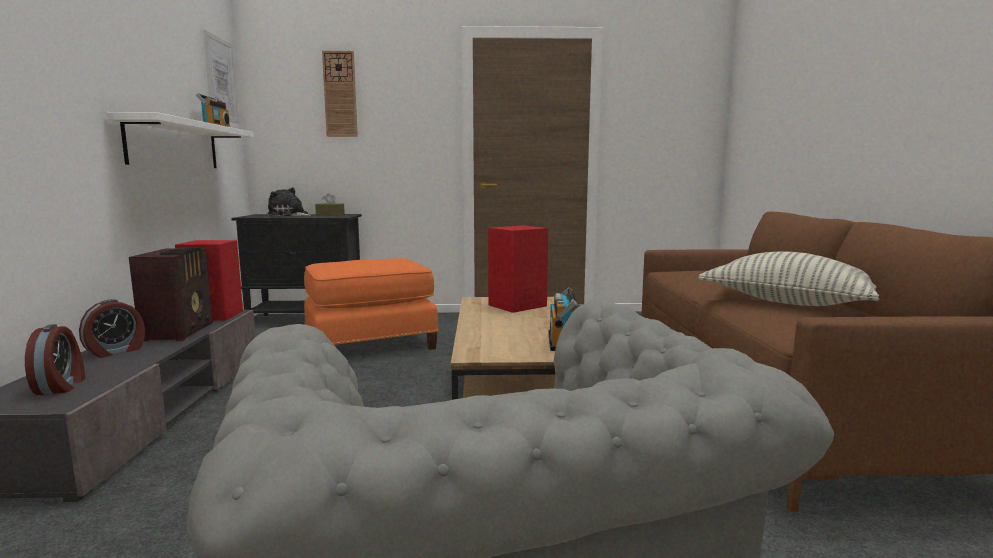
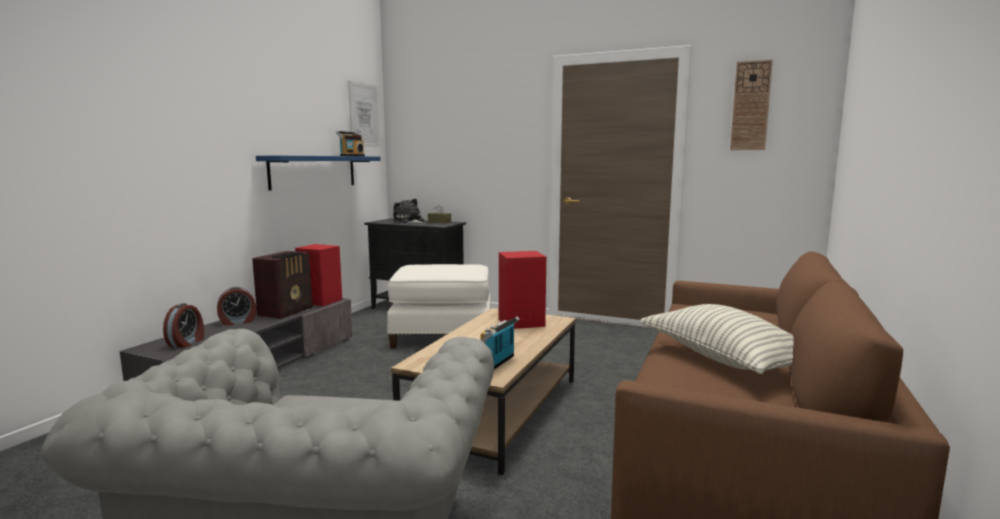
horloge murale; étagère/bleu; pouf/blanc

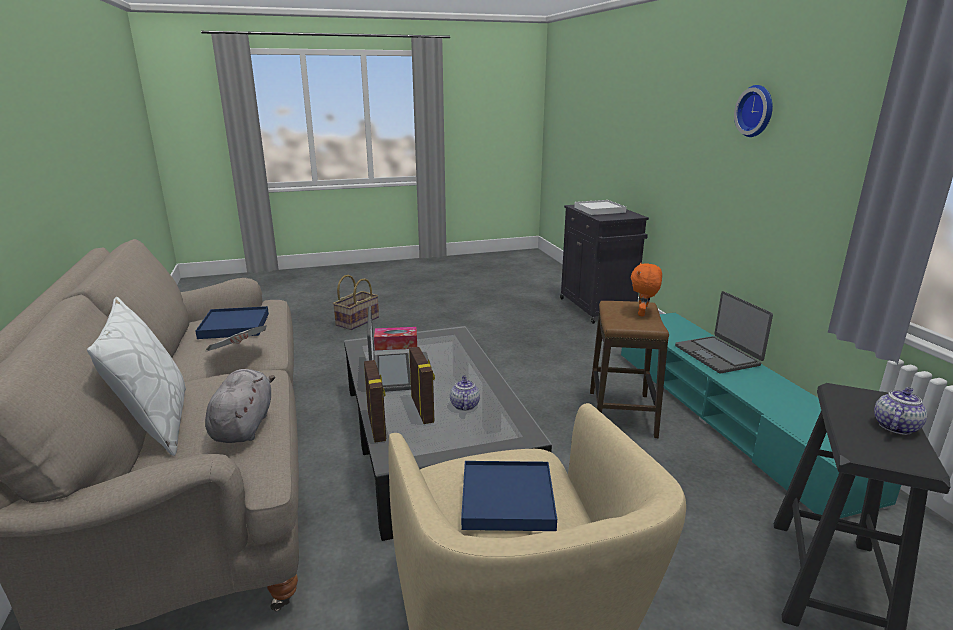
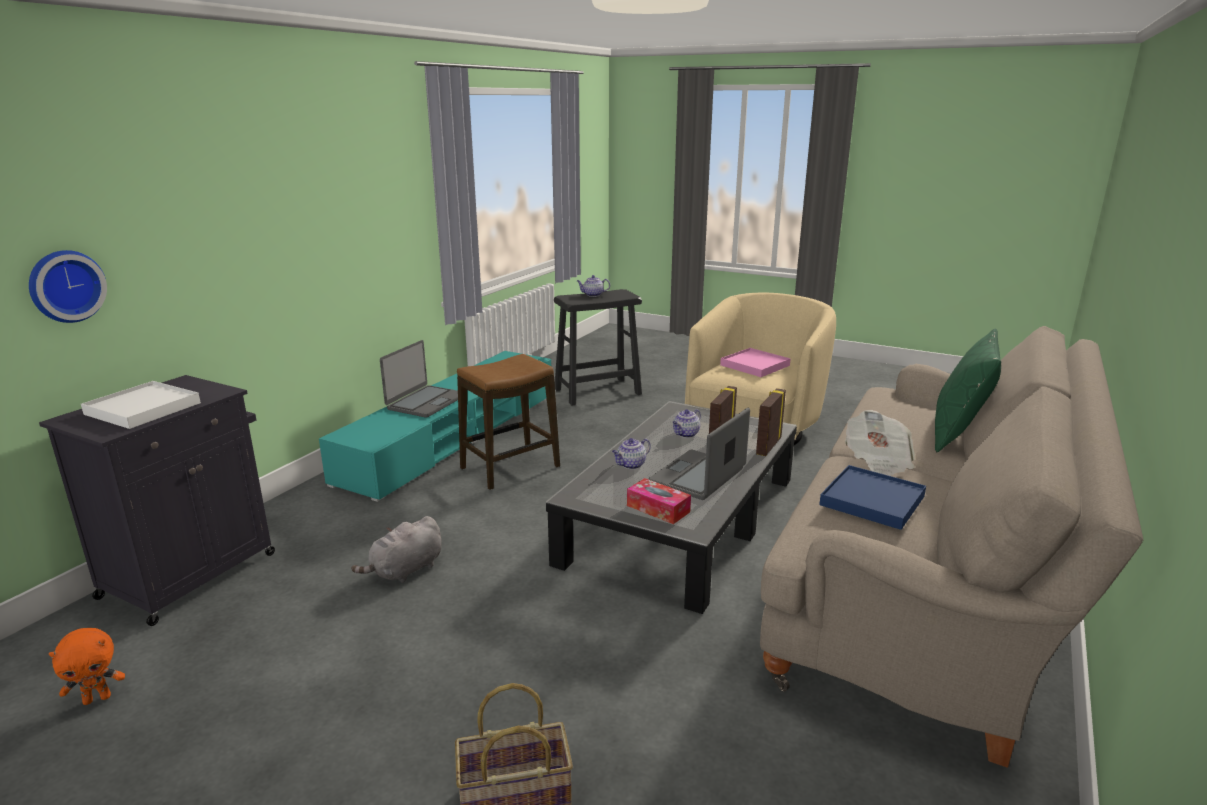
horloge murale; peluche/orange; coussin/vert; peluche/gris; plateau/rose; théière (2nd from left)

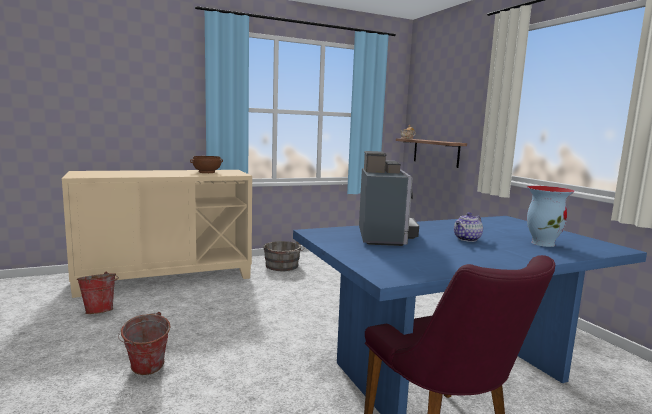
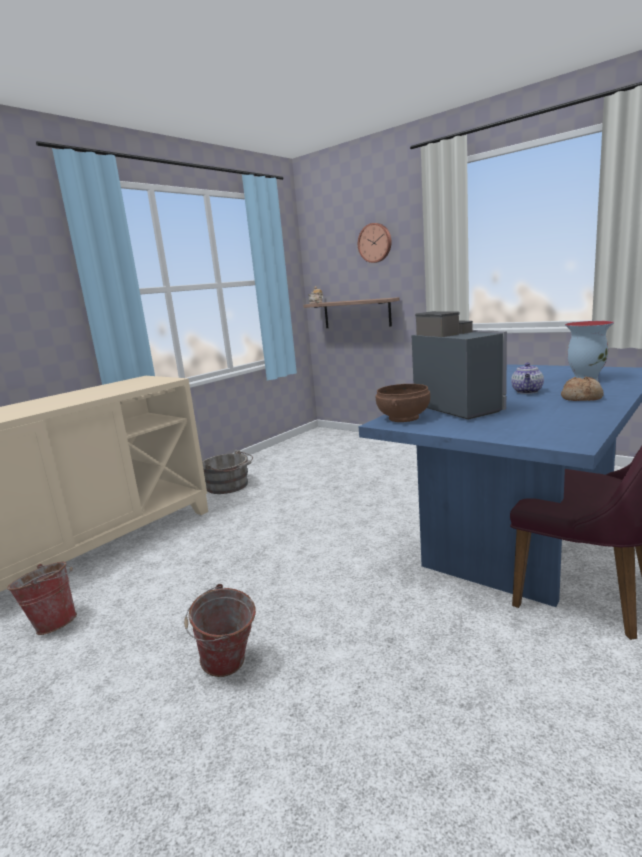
bol/marron; horloge murale; pain

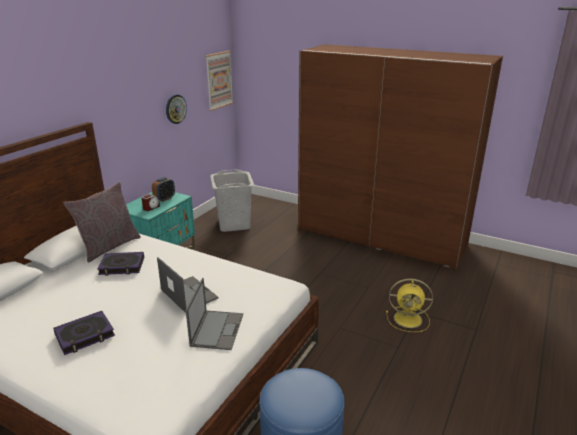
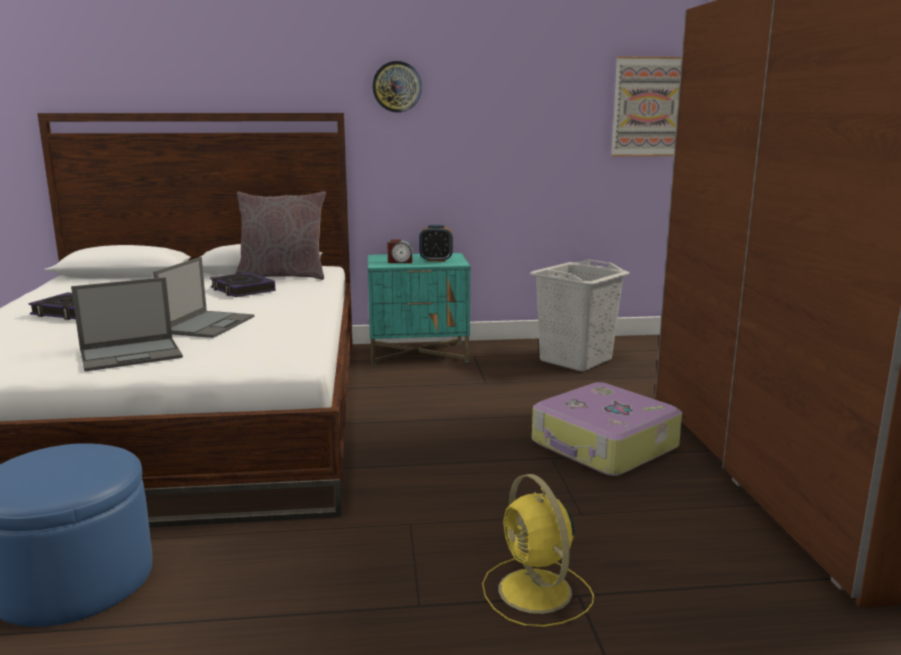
horloge murale; valise

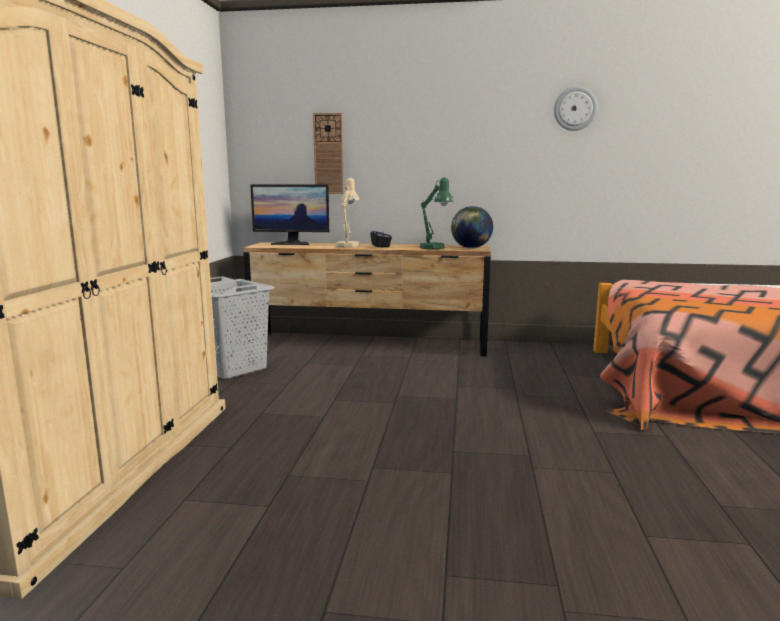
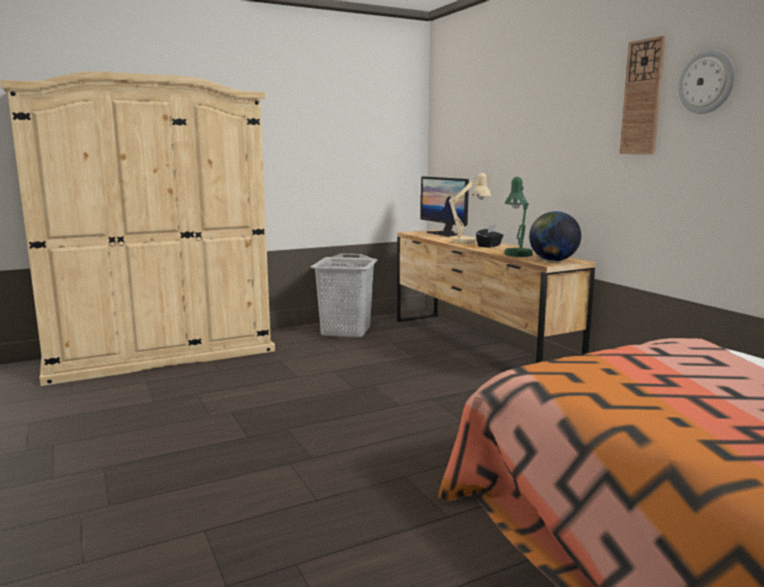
horloge murale (1st from left)

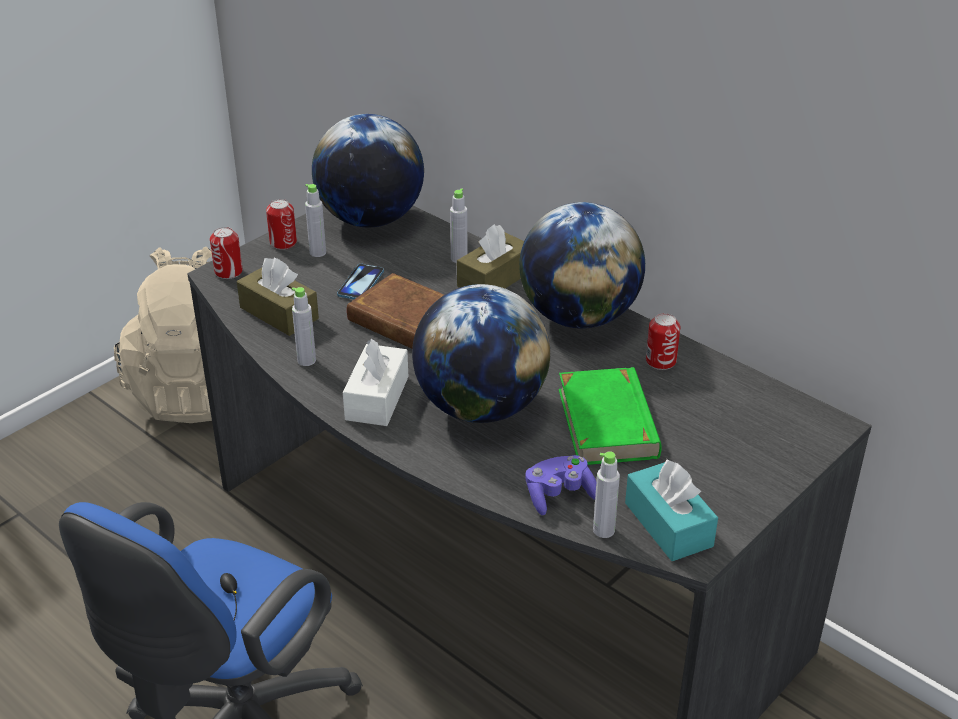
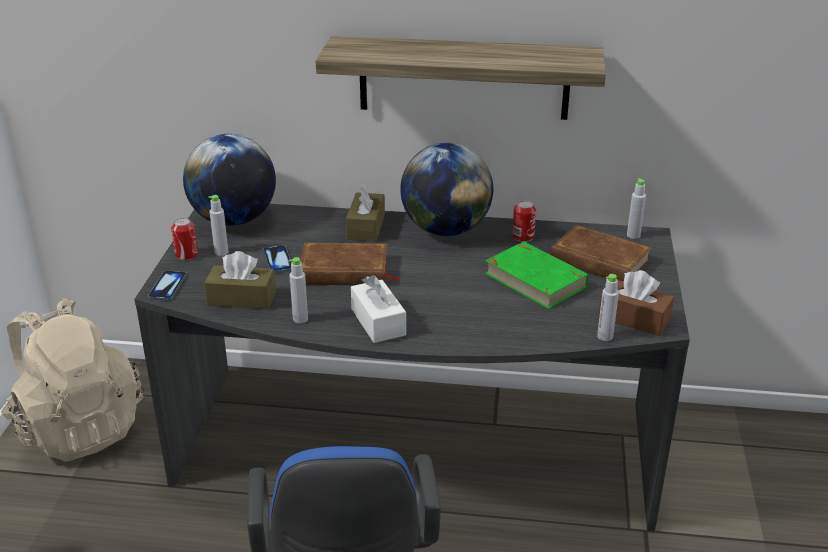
bouteille/gris (4th from left); téléphone (1st from left); globe (2nd from left in the first image); manette/violet; boîte à mouchoirs/marron (3rd from left); étagère; livre/marron (2nd from left)

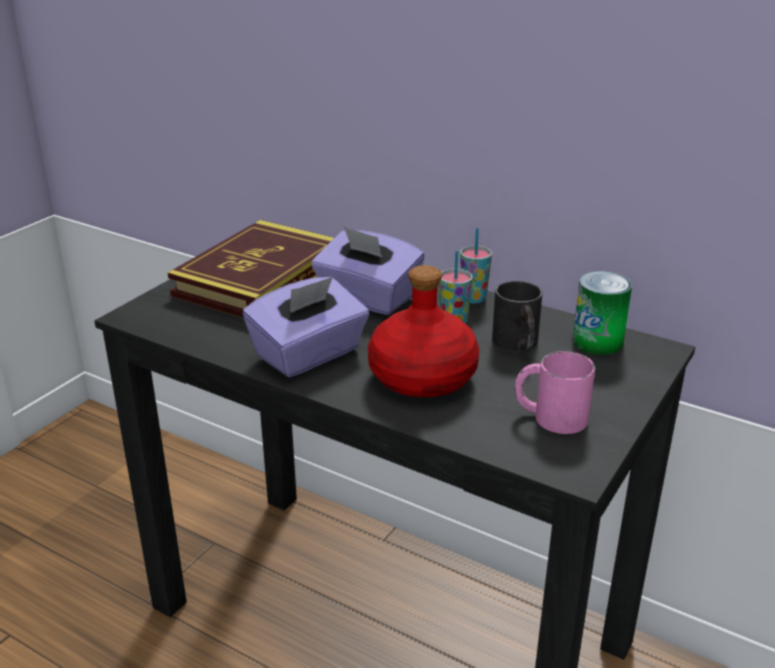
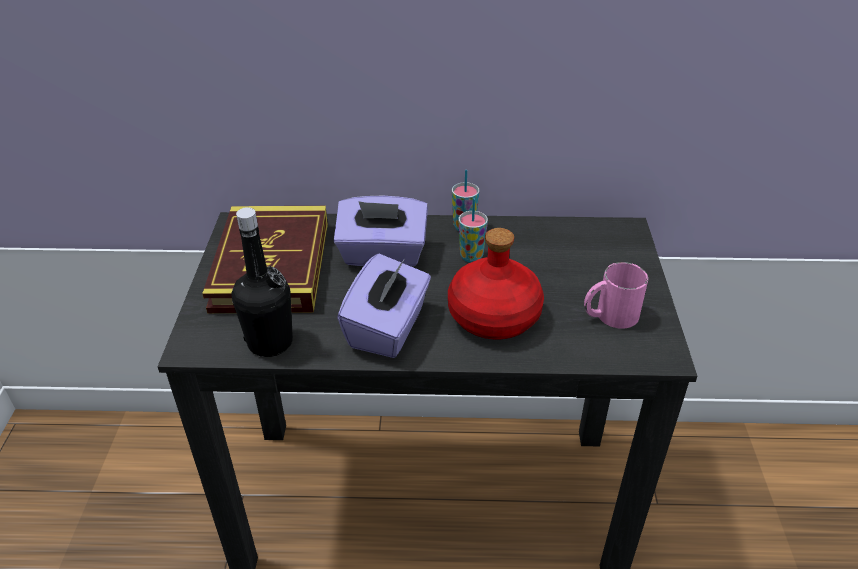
boîte métallique; mug/noir; bouteille/noir

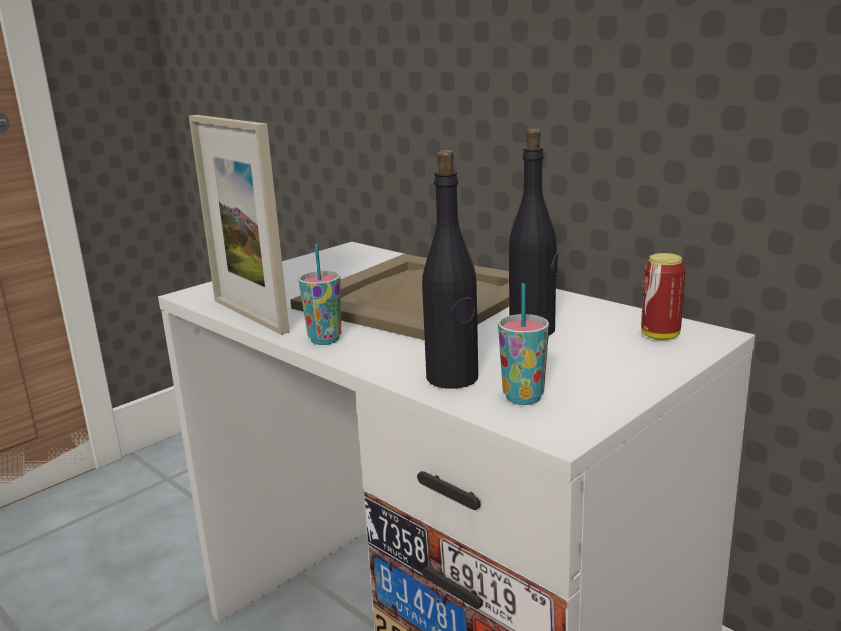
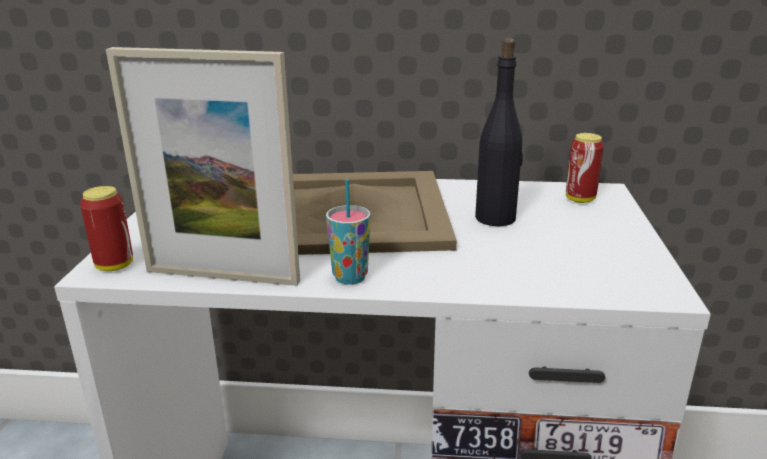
bouteille/noir (1st from left in the first image); tasse (2nd from left in the first image); boîte métallique (1st from left)

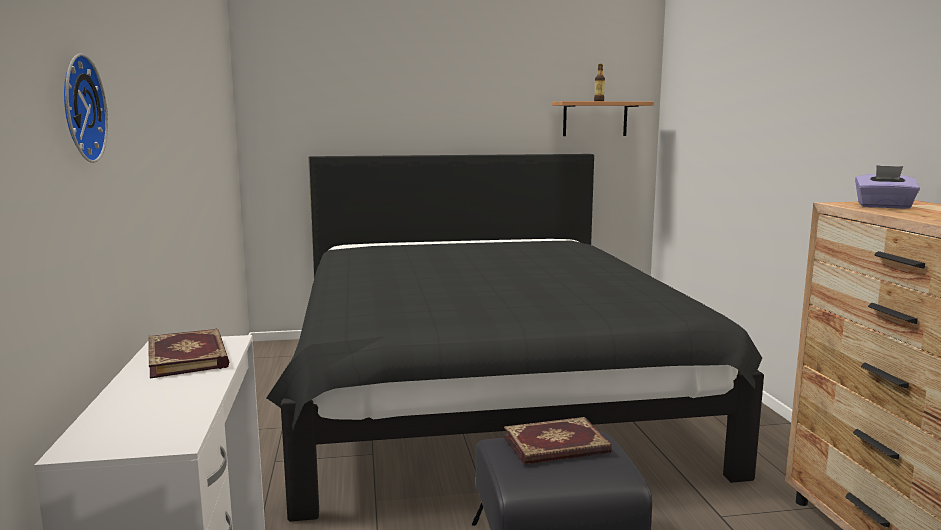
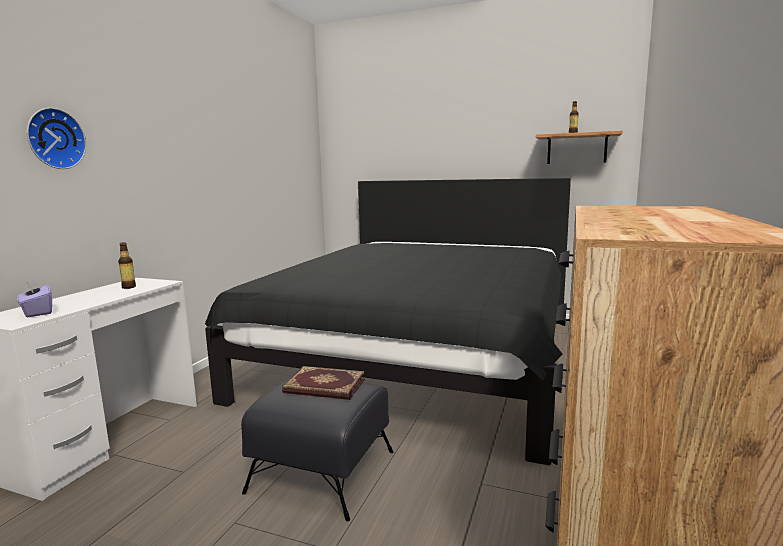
boîte à mouchoirs/violet; bouteille (1st from left)

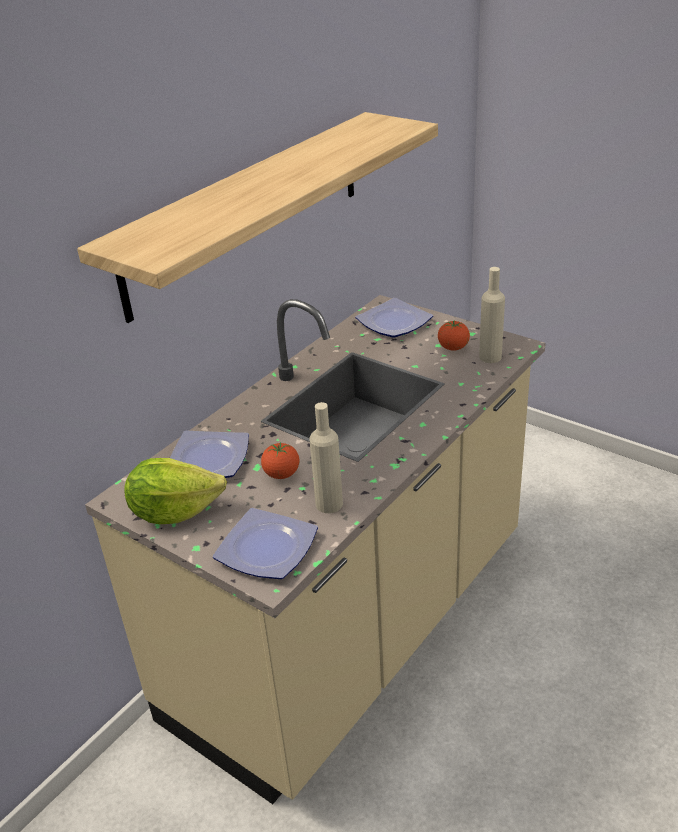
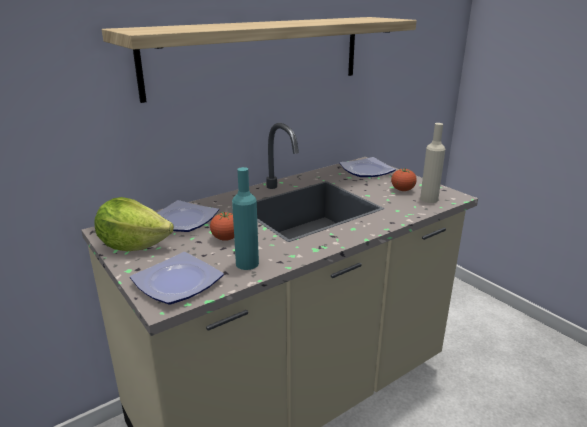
bouteille/turquoise

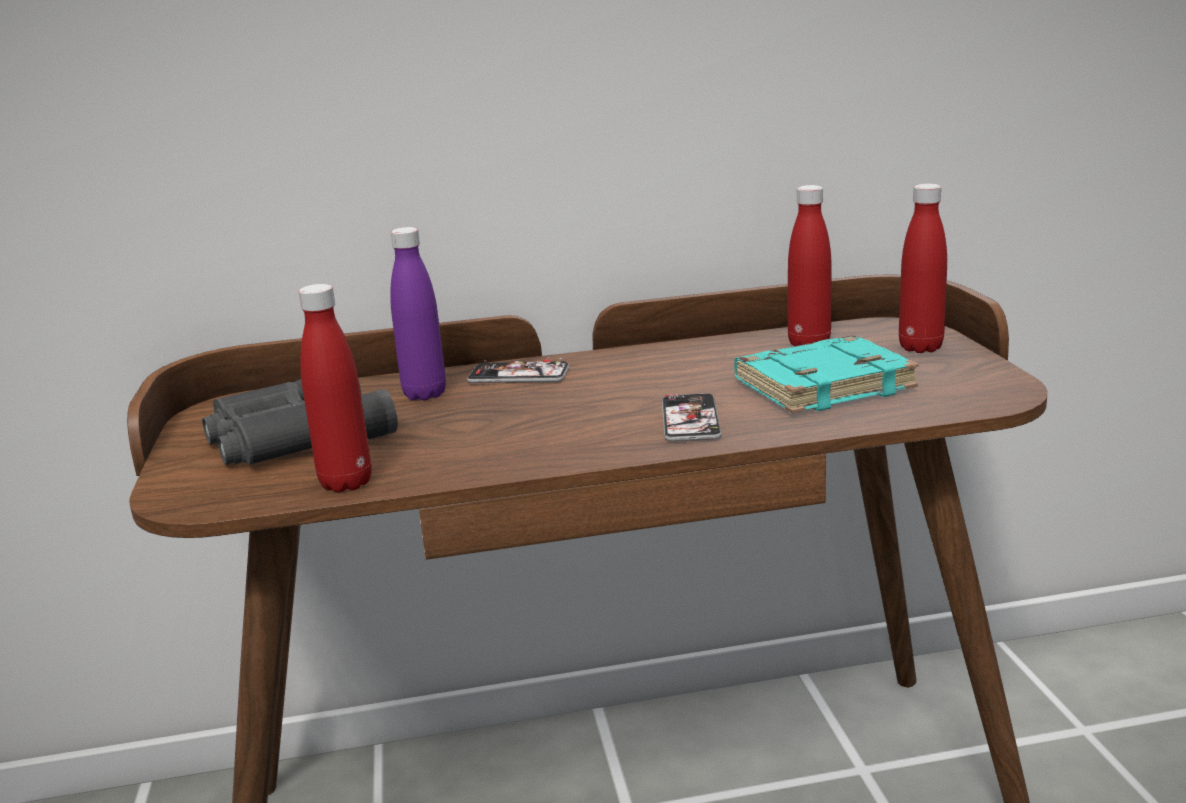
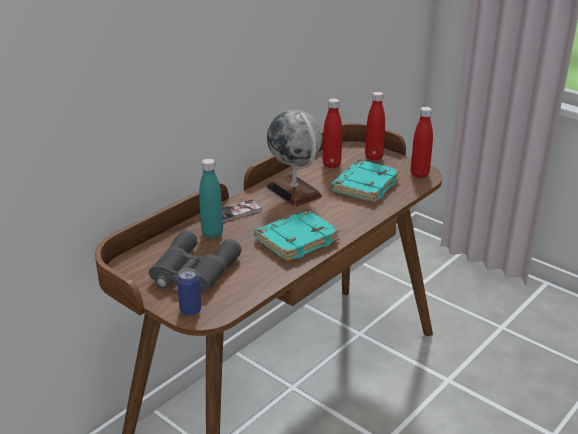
bouteille/turquoise; bouteille/rouge (3rd from left); téléphone (2nd from left in the first image); globe; livre/turquoise (1st from left); boîte métallique

